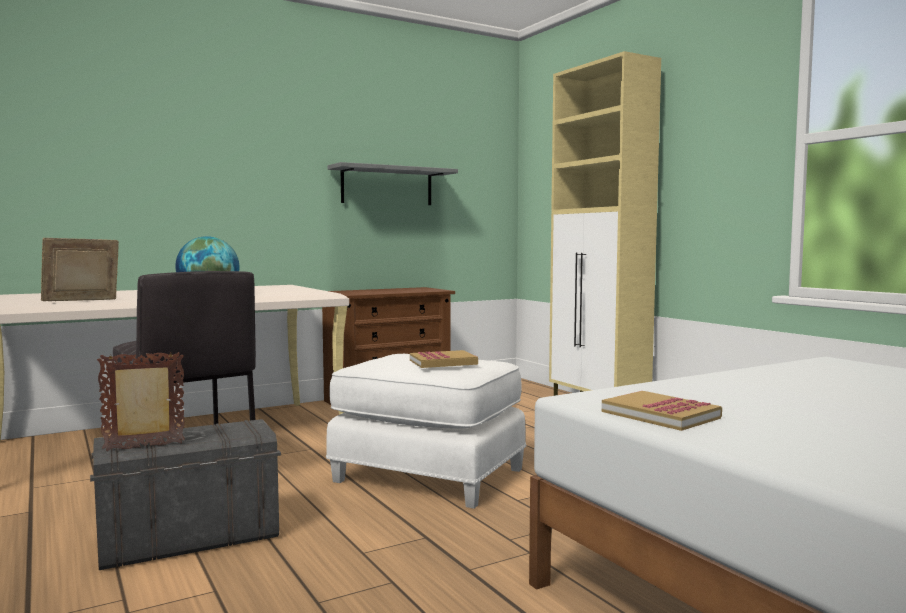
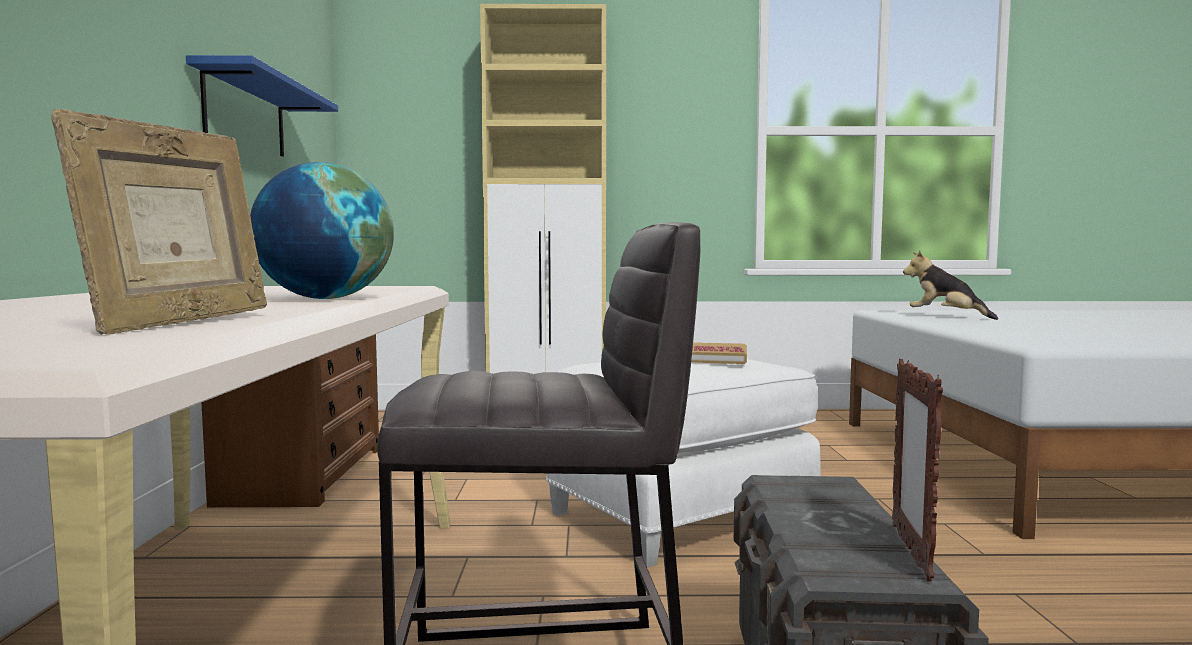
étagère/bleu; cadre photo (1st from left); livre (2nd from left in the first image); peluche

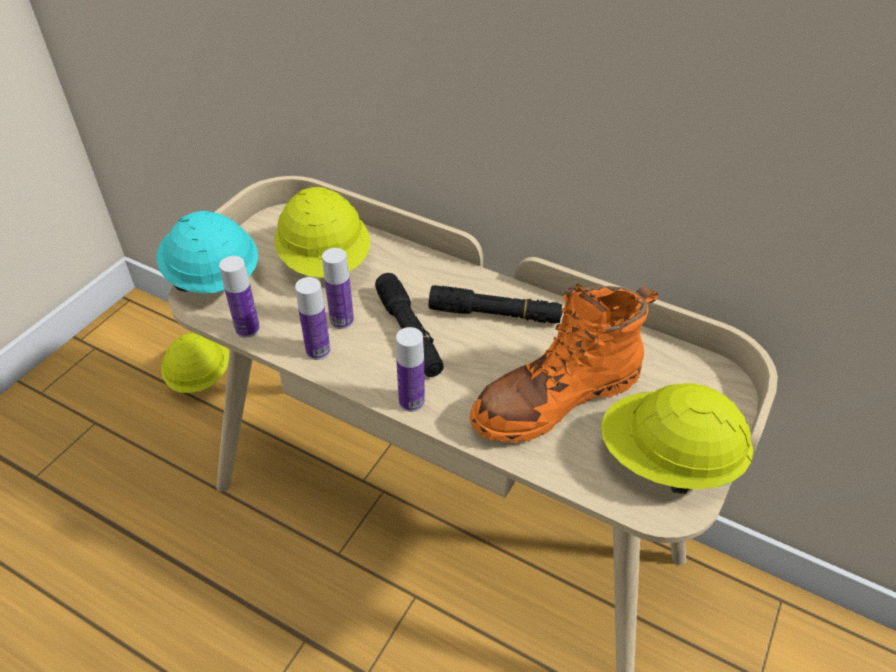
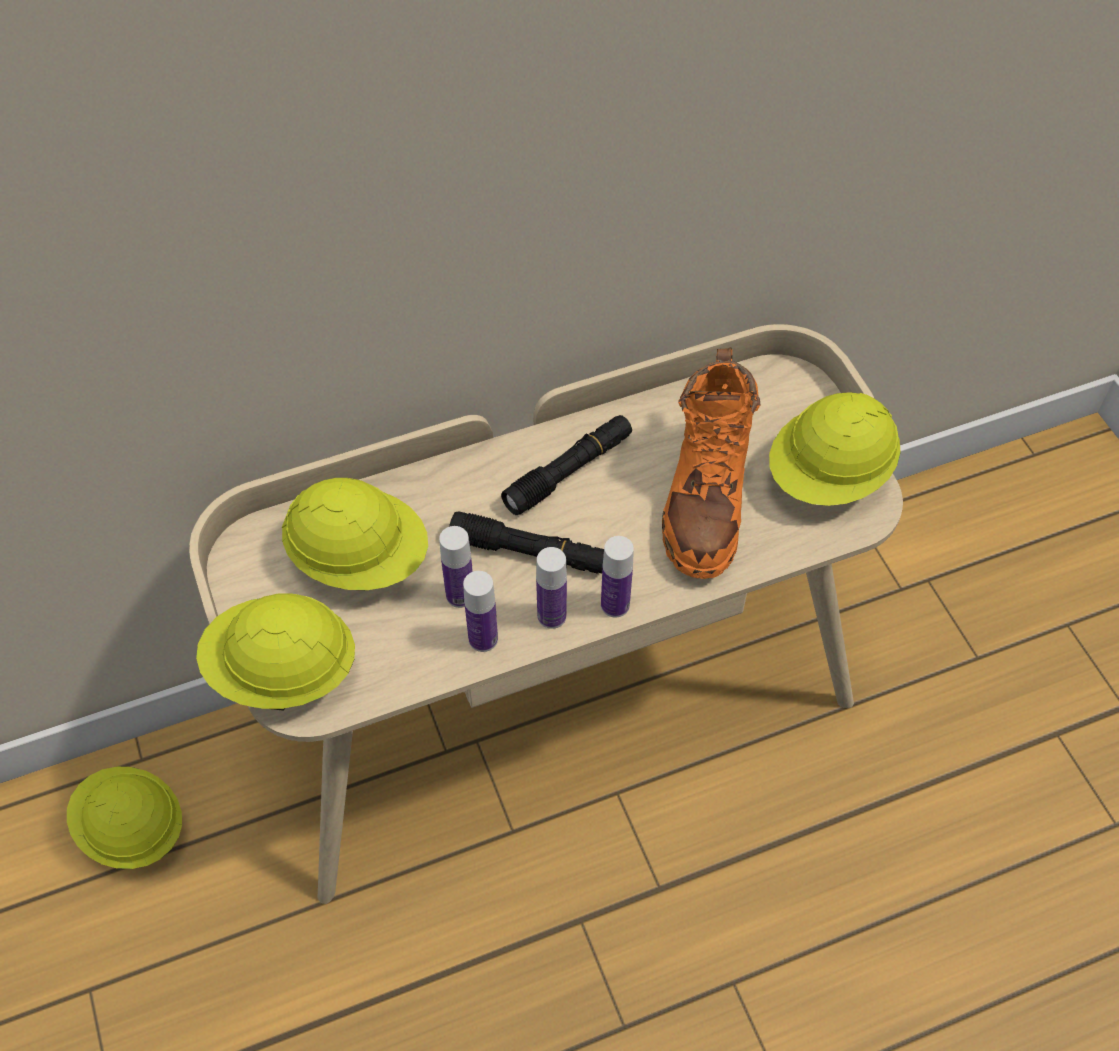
casque de chantier/jaune (2nd from left); bouteille (3rd from left)

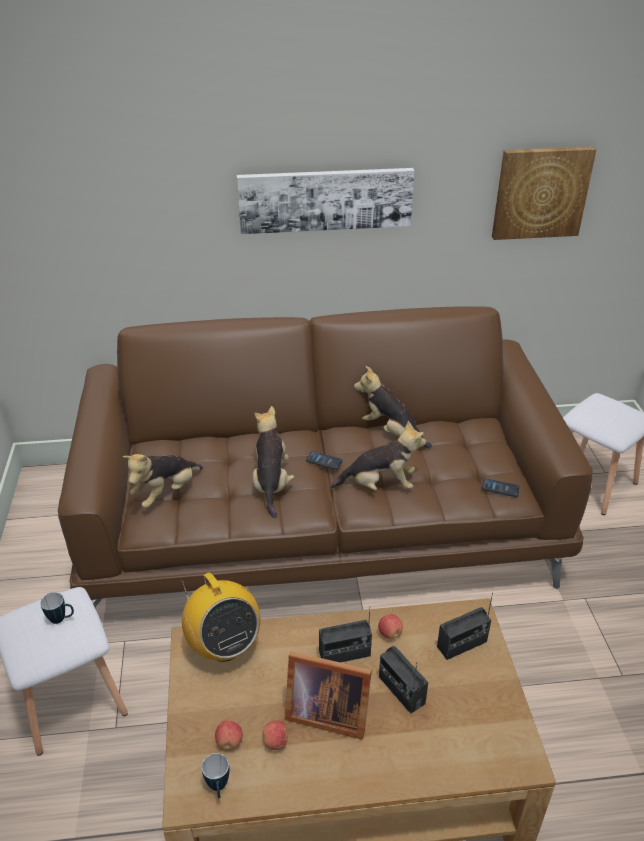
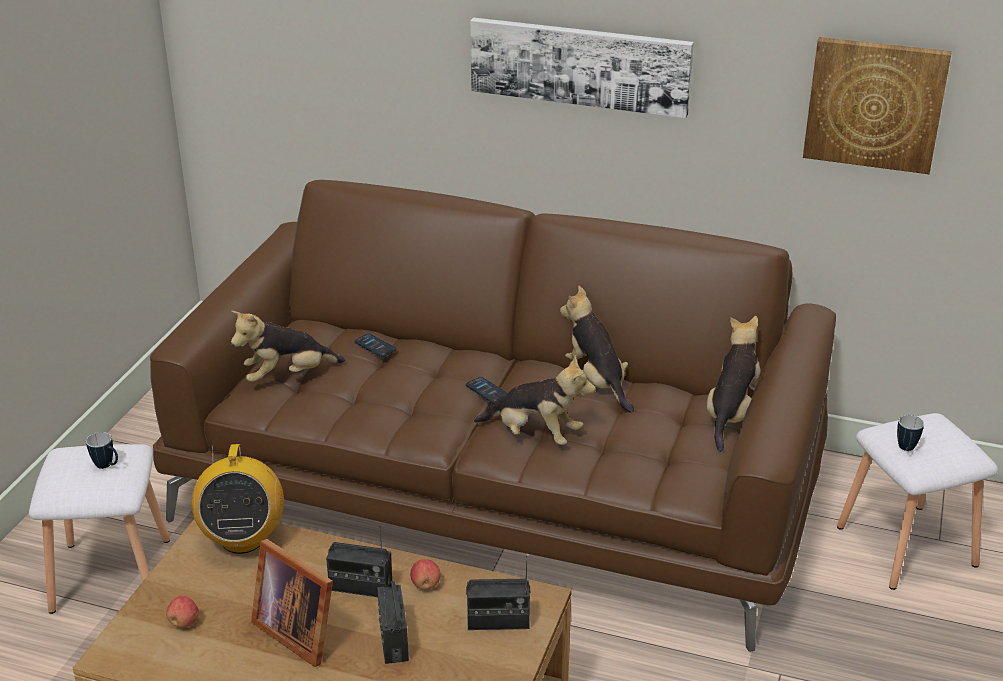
peluche (4th from left); téléphone (1st from left); pomme (2nd from left in the first image); mug (2nd from left)

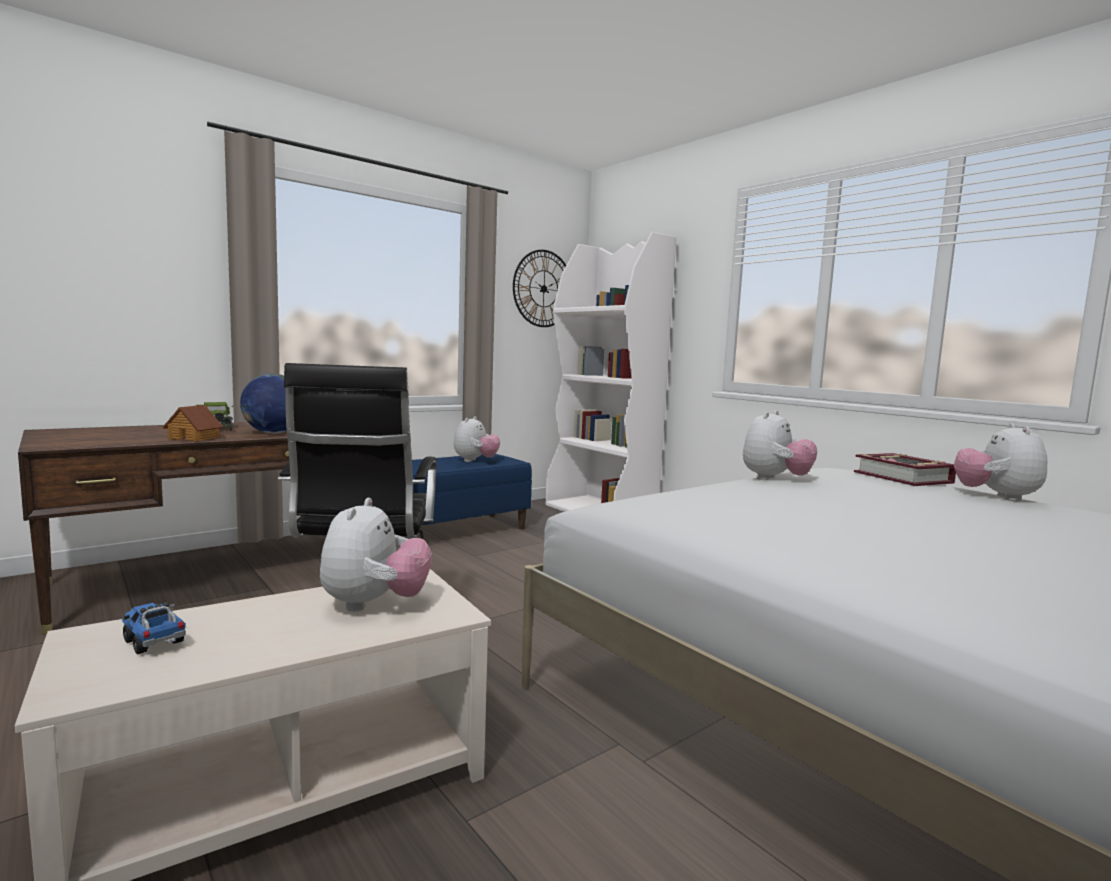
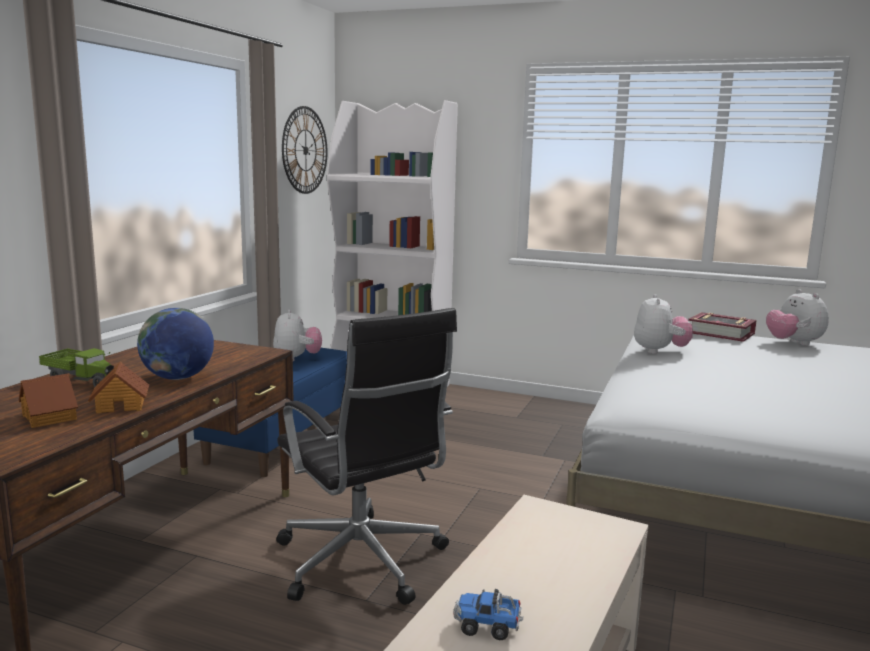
peluche (1st from left in the first image); maison miniature (1st from left)

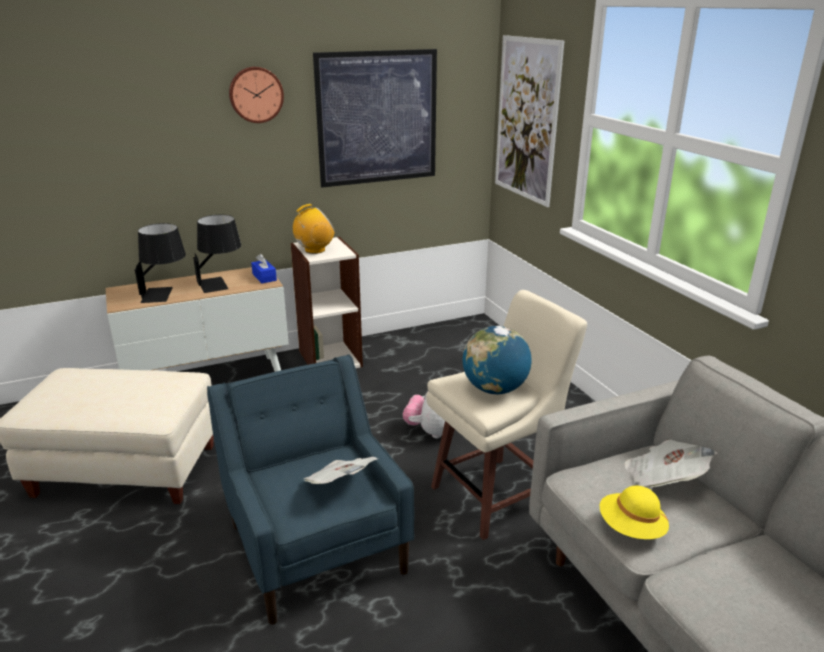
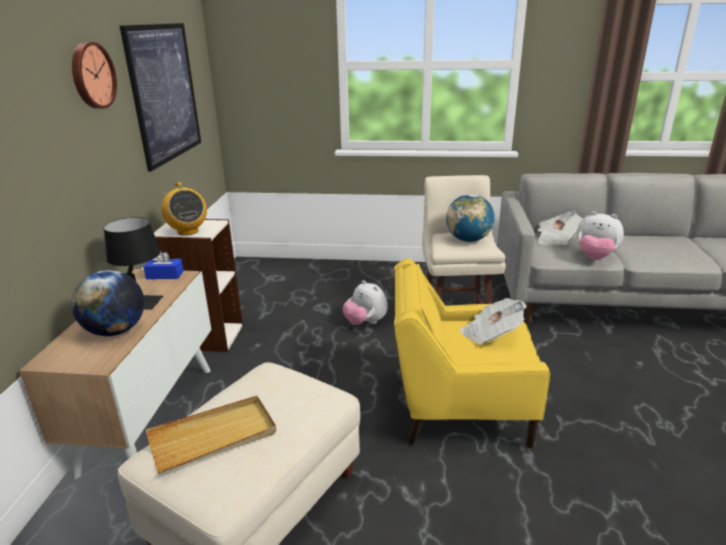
tableau (2nd from left in the first image); radio; globe (1st from left); fauteuil/jaune; peluche (2nd from left); plateau/beige

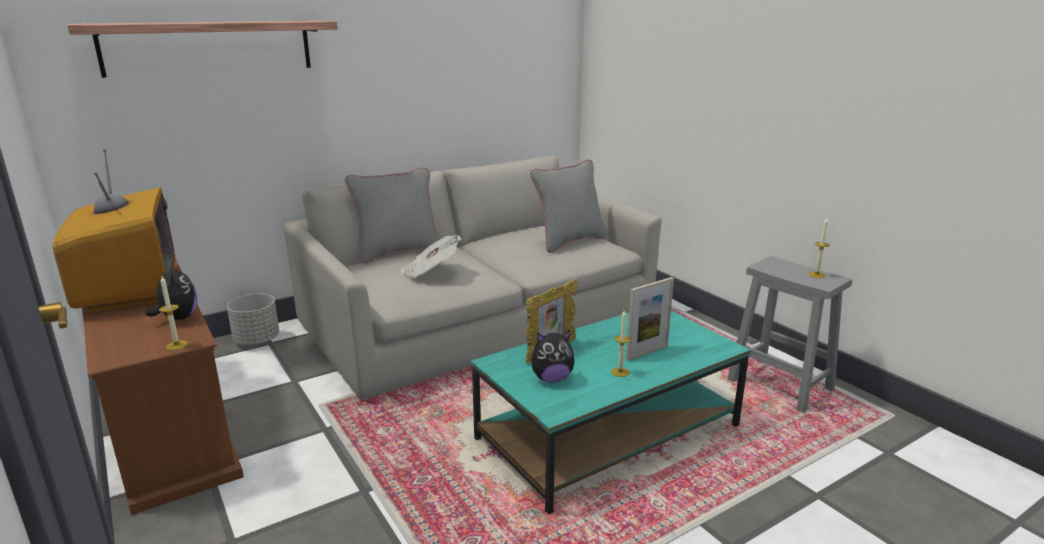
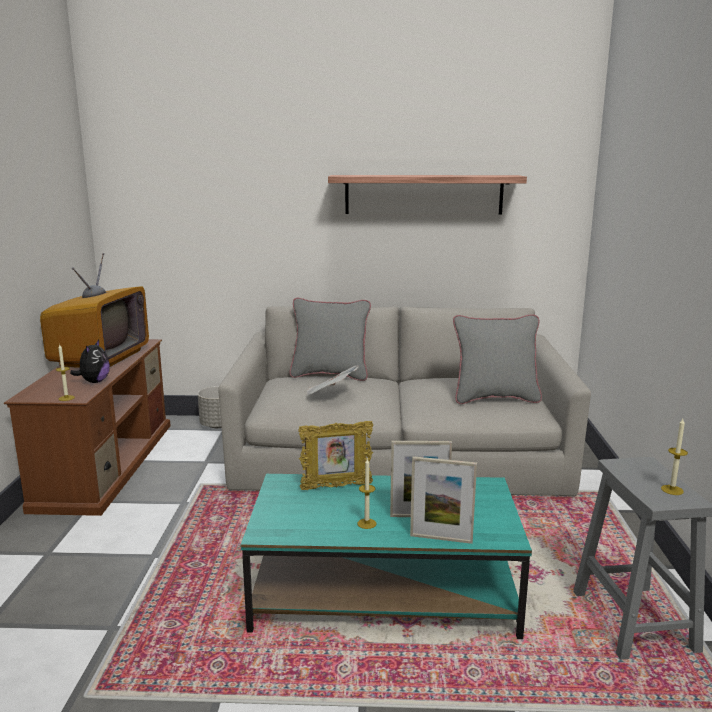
étagère; peluche (2nd from left in the first image); cadre photo (3rd from left)

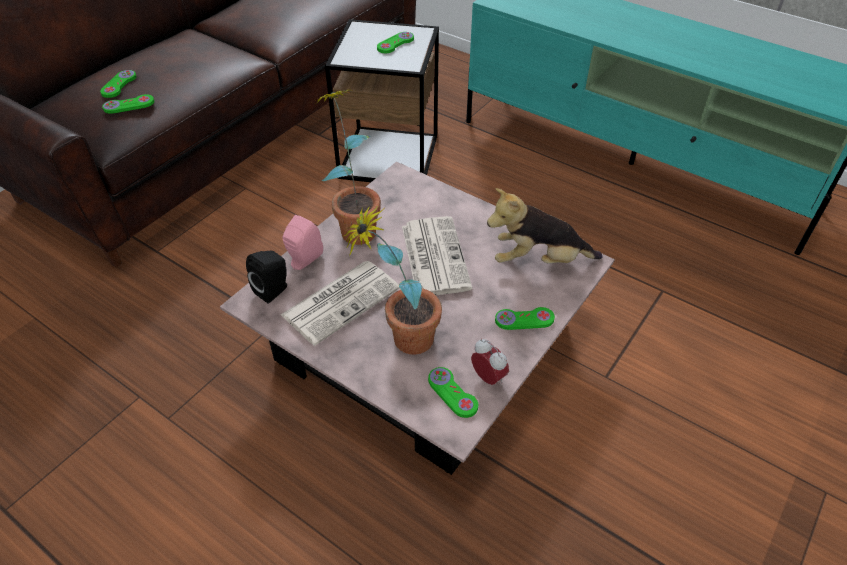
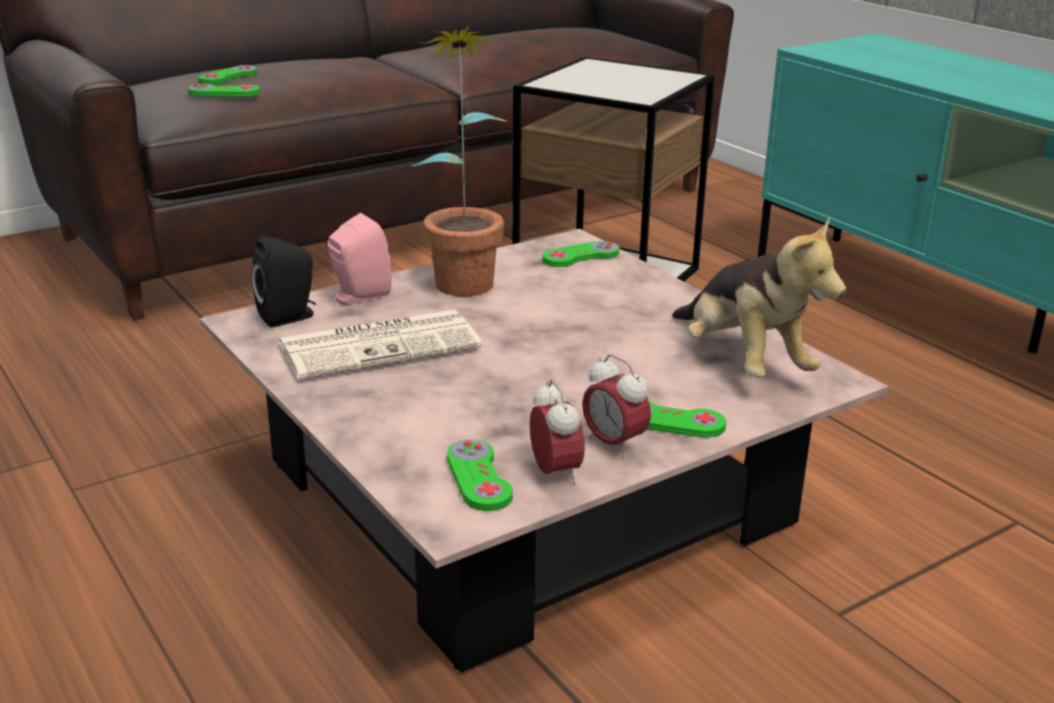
manette/vert (4th from left); peluche; plante en pot (2nd from left in the first image); journal (2nd from left in the first image); réveil (2nd from left)

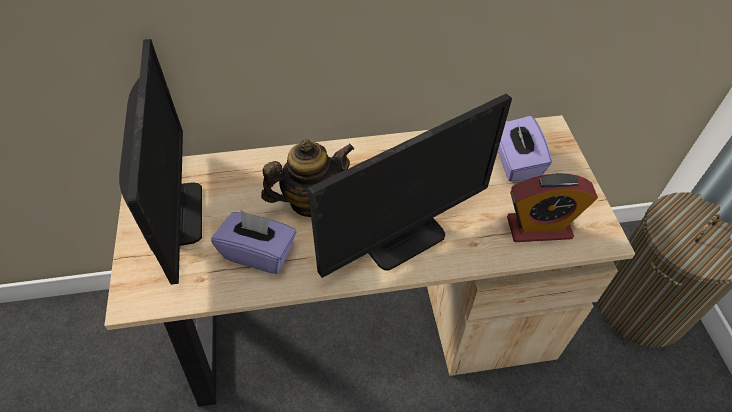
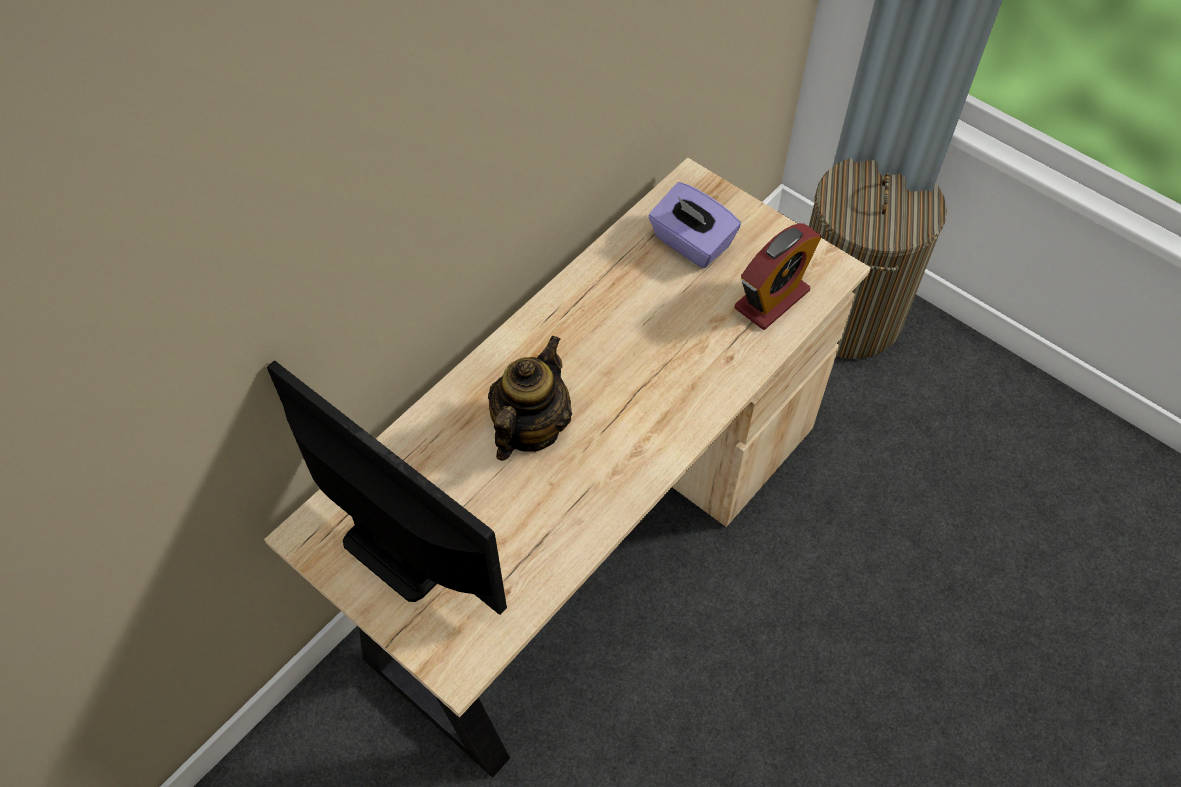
écran d'ordinateur (2nd from left in the first image); boîte à mouchoirs/violet (1st from left in the first image)

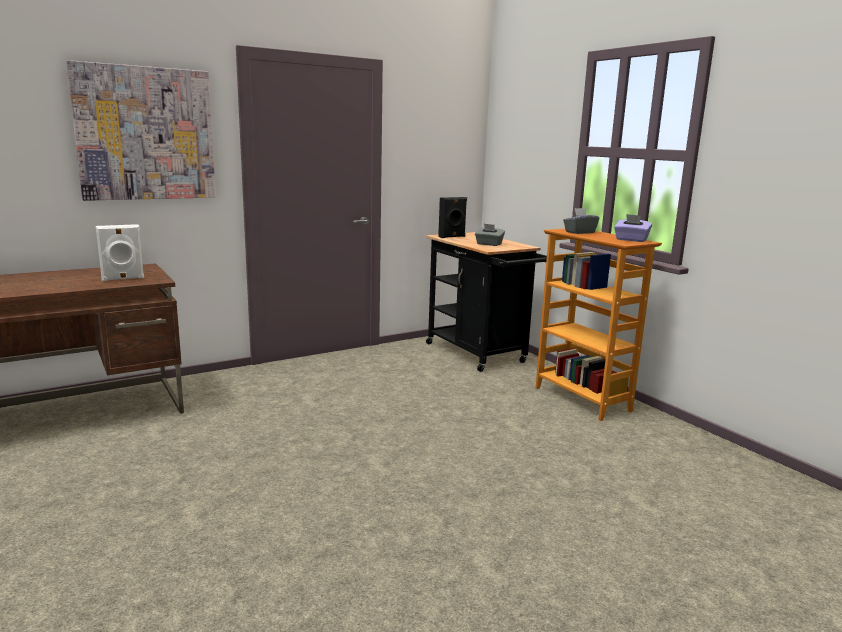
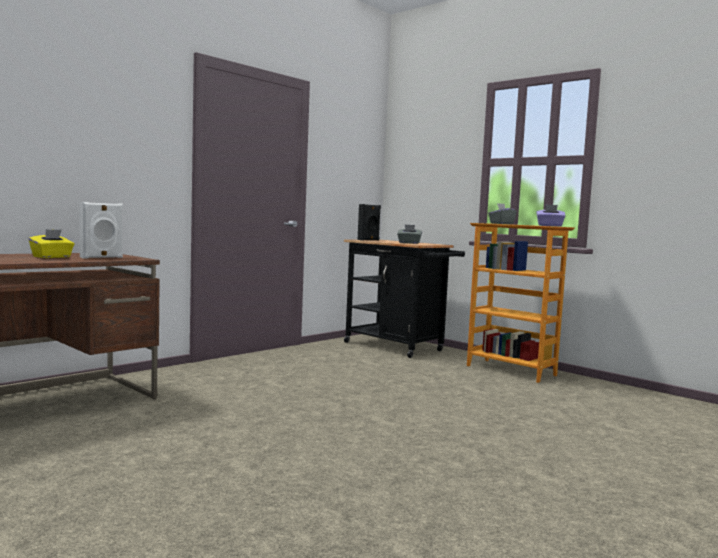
tableau; boîte à mouchoirs/jaune

